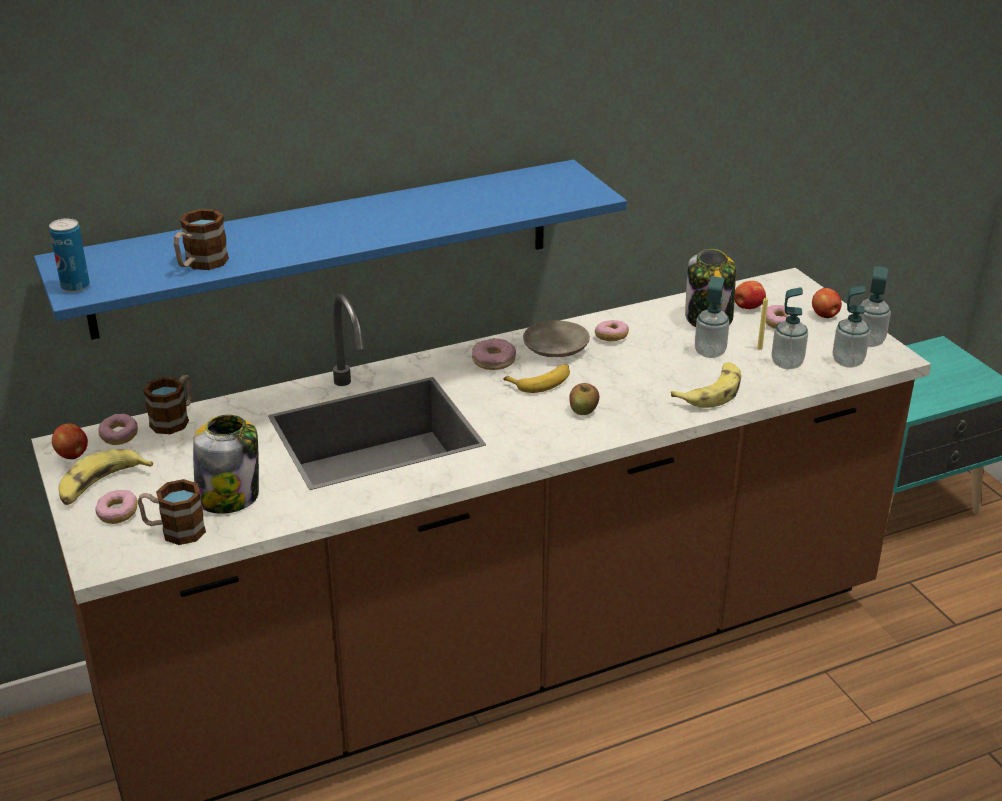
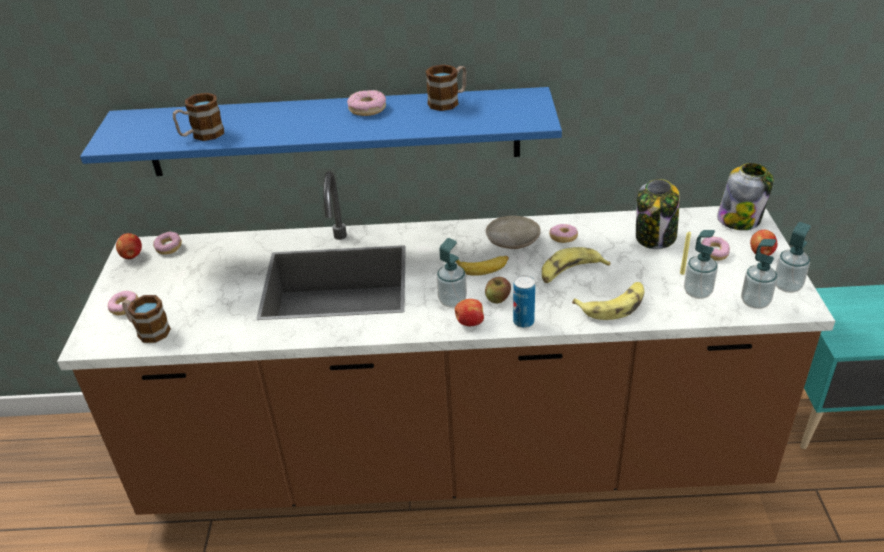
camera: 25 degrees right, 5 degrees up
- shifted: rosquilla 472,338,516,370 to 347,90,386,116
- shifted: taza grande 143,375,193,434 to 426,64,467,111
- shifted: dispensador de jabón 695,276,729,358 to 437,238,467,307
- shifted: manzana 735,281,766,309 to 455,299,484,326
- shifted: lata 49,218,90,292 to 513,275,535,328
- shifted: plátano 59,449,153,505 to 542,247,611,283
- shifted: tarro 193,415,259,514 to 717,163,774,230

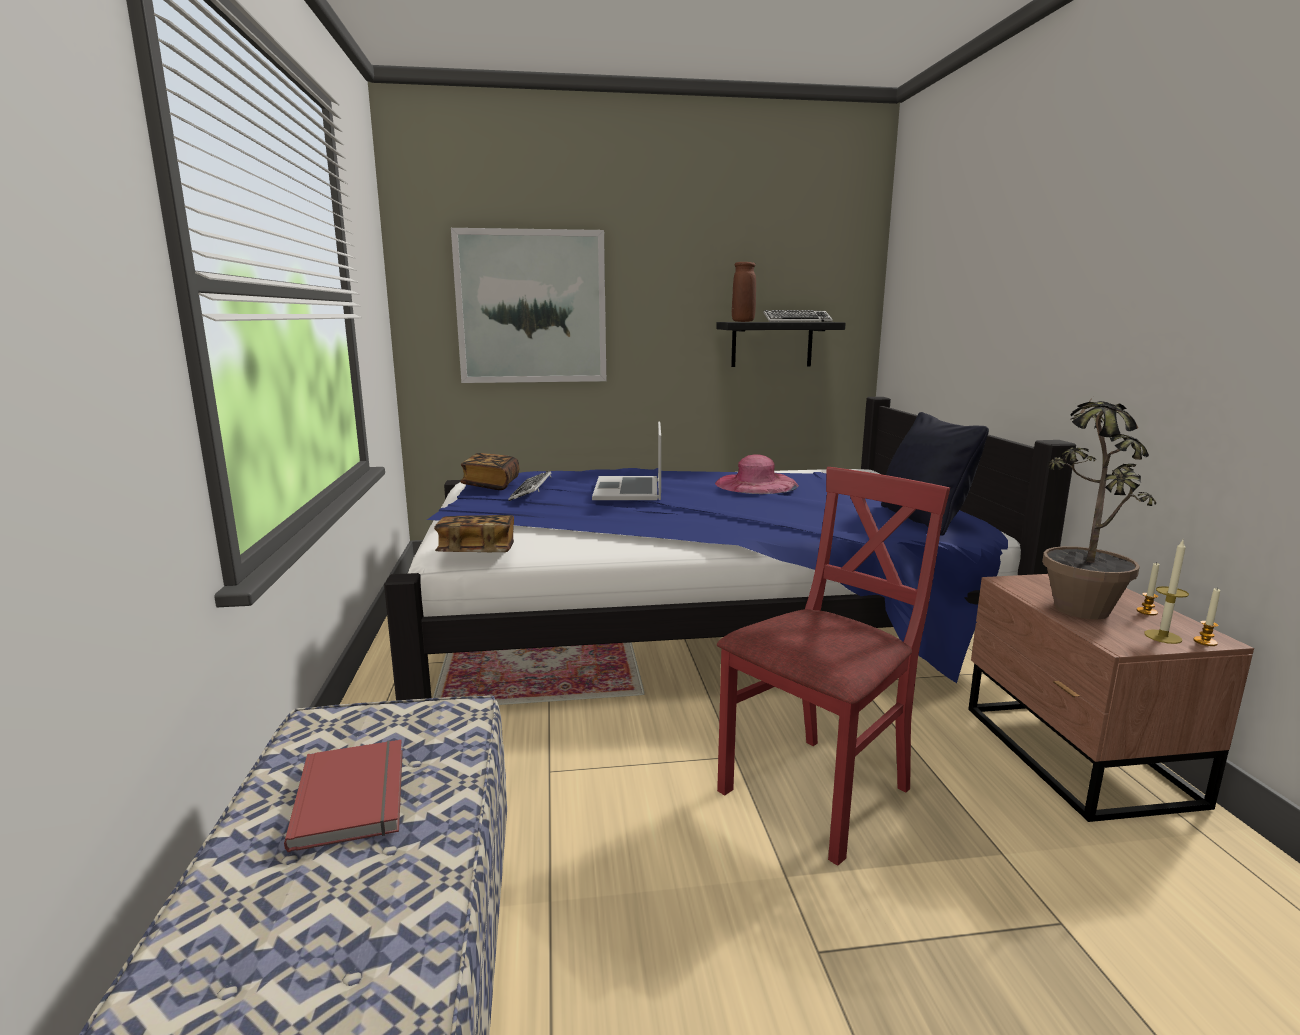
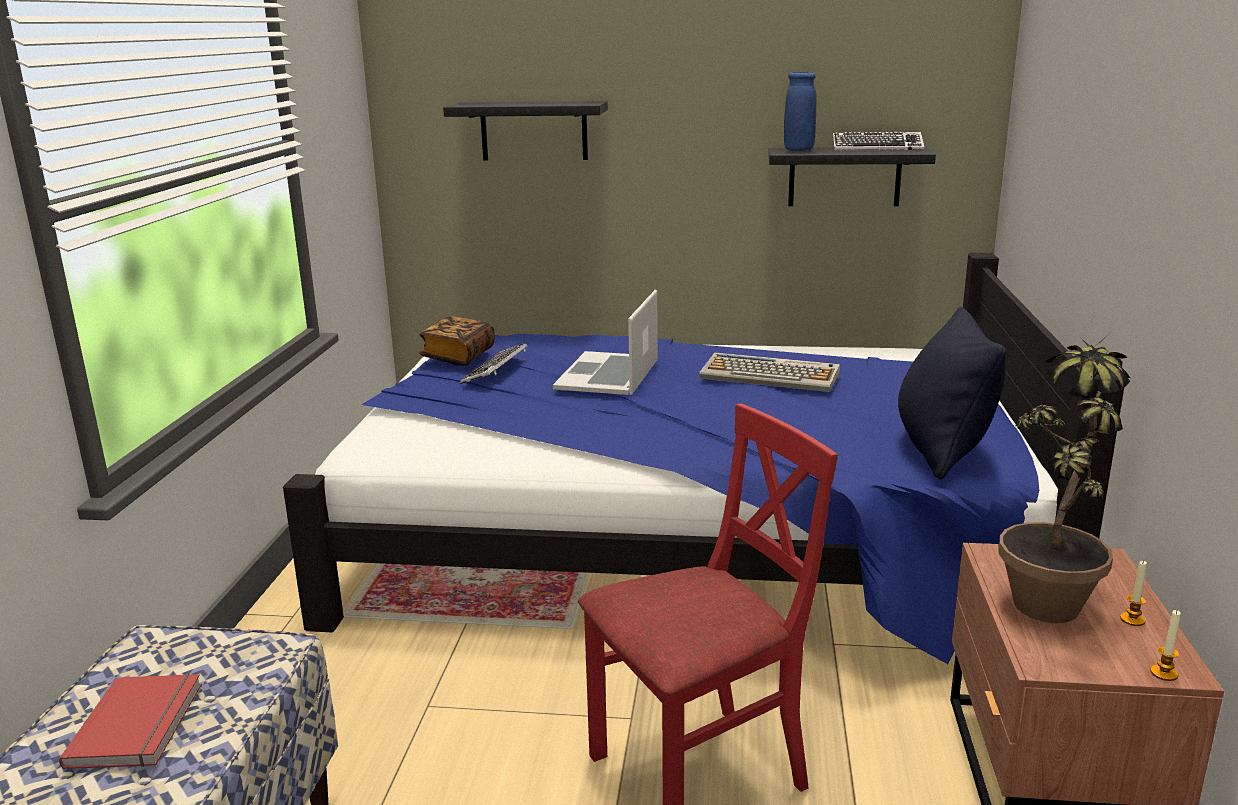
camera: 15 degrees right, 5 degrees up
- swapped: cuadro 451,228,606,383 to estante/negro 443,101,608,160
- swapped: sombrero/rosa 715,454,799,494 to teclado 699,352,840,392
- repainted: florero/marrón 732,262,756,322 to florero/azul 784,72,816,151
- gone: libro 434,515,514,552
- gone: vela 1144,540,1189,644

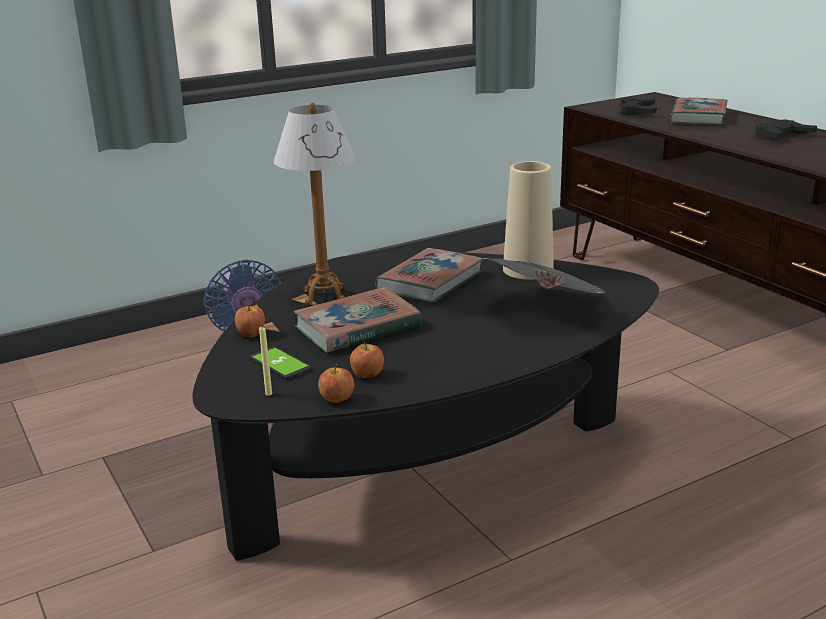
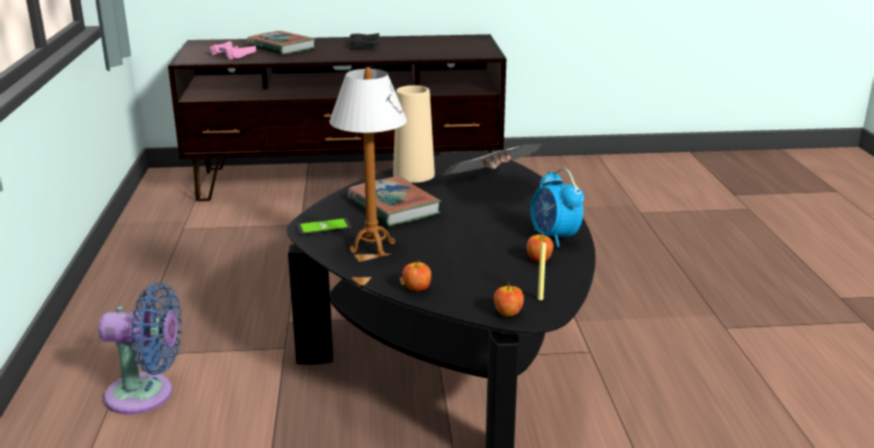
camera: 65 degrees left, 0 degrees up
- repainted: mando de consola/negro 620,97,657,115 to mando de consola/rosa 210,41,256,59
- shifted: móvil 249,346,312,380 to 297,218,352,235
- shifted: manzana 318,364,354,403 to 494,282,524,316
- new: despertador 531,168,584,247
- gone: libro 294,287,422,353

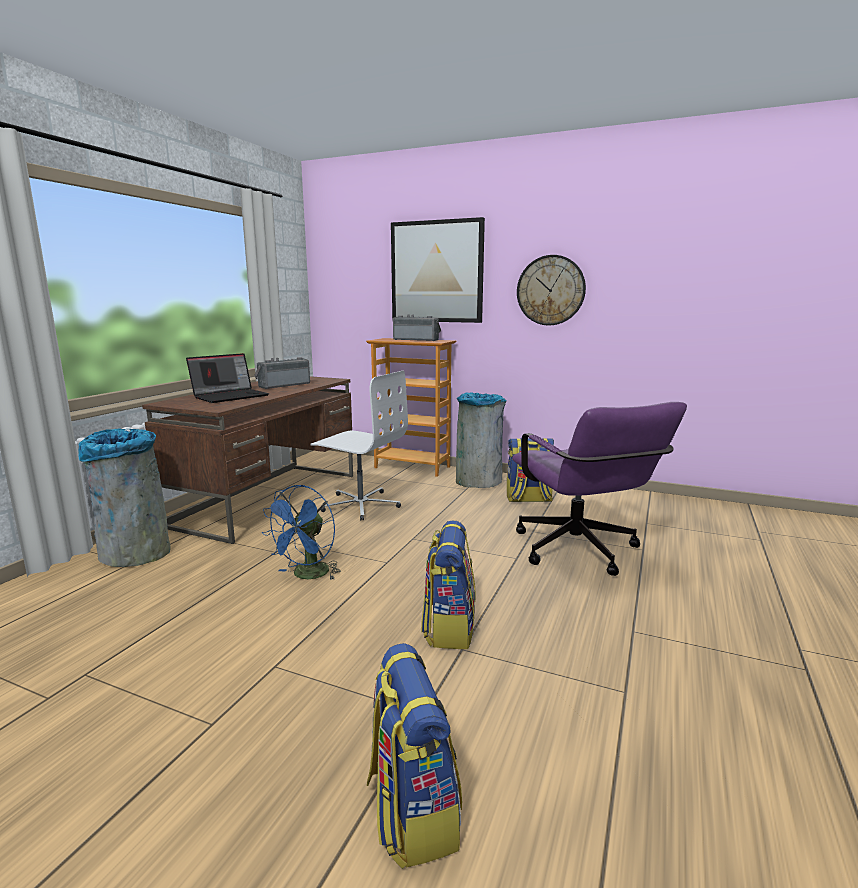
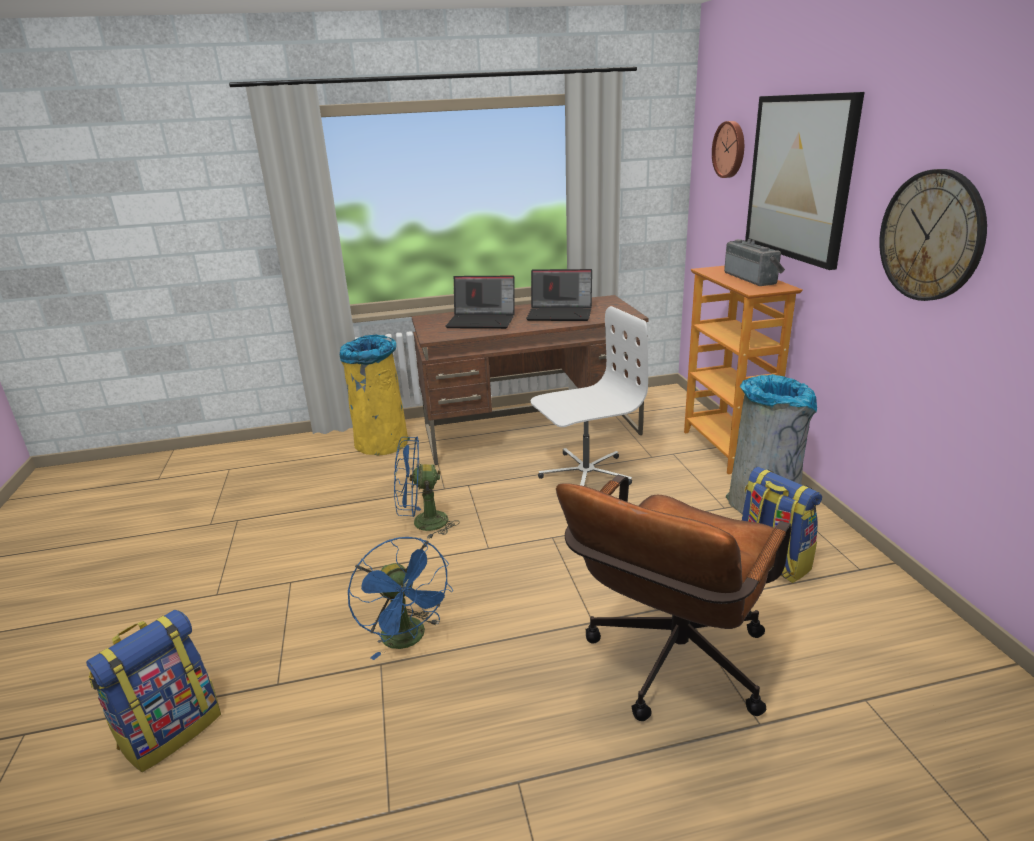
camera: 55 degrees right, 10 degrees up
- repainted: papelera/gris 79,428,171,567 to papelera/amarillo 340,334,410,455
- swapped: mochila 421,521,476,649 to ventilador/azul 348,537,453,660
- swapped: radio 254,357,310,389 to portátil 526,269,592,321
- rotated: silla de oficina/blanco 311,370,408,520 = 531,306,648,486 105 degrees counterclockwise
- repainted: silla de oficina/morado 512,402,687,576 to silla de oficina/marrón 556,475,792,721
- new: reloj de pared 712,121,744,178

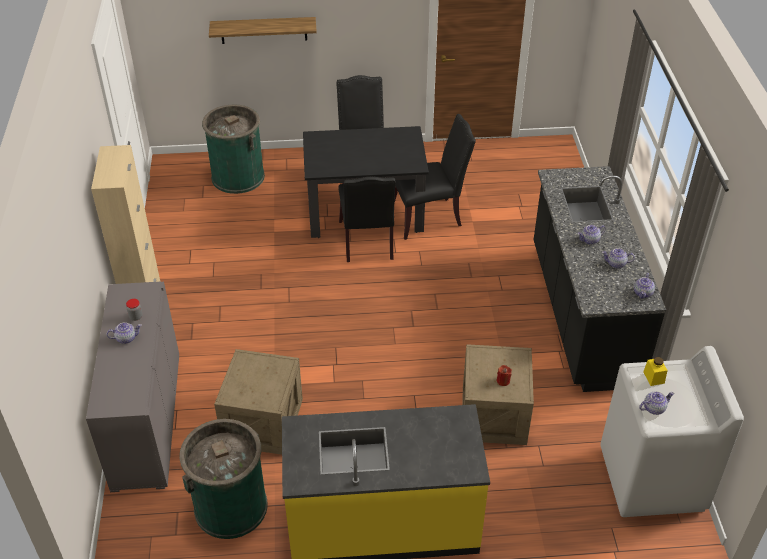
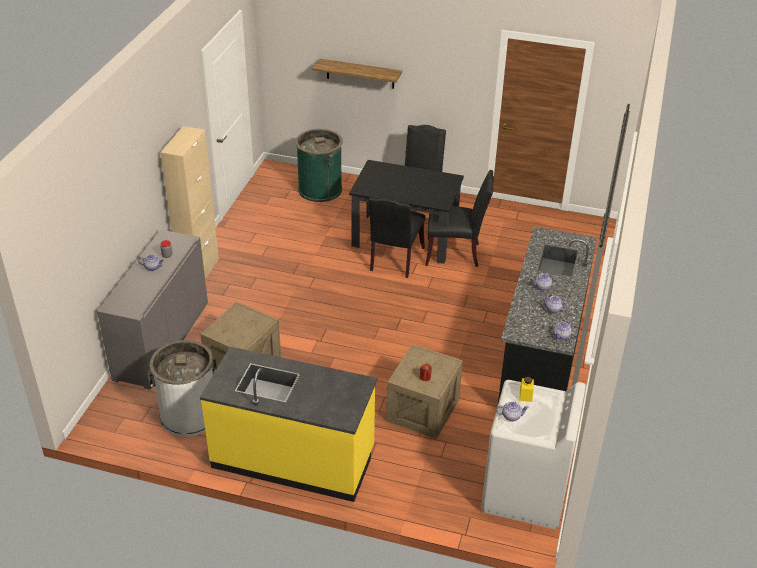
camera: 20 degrees right, 5 degrees down
- repainted: papelera/verde 179,419,268,539 to papelera/blanco 148,340,217,437

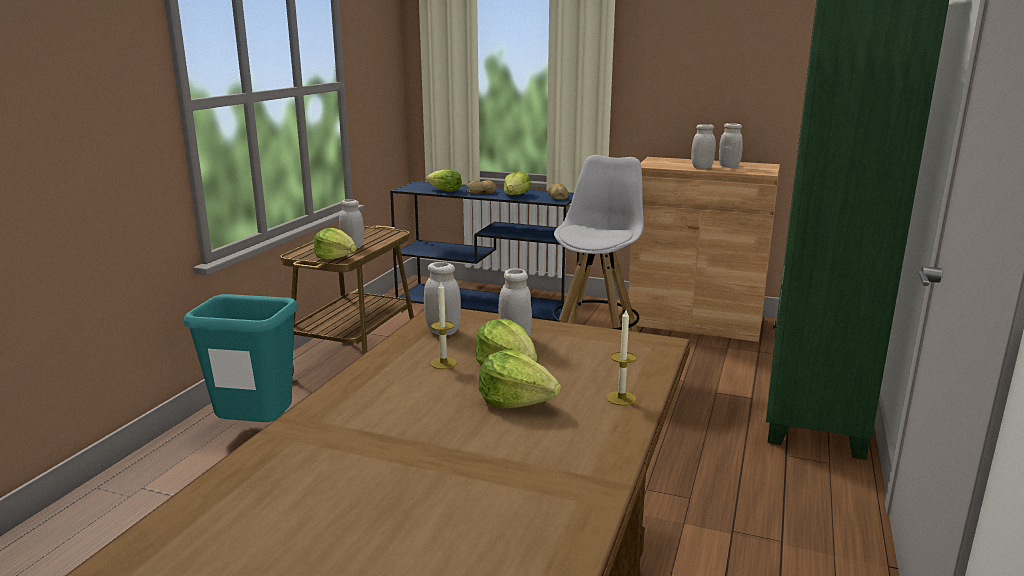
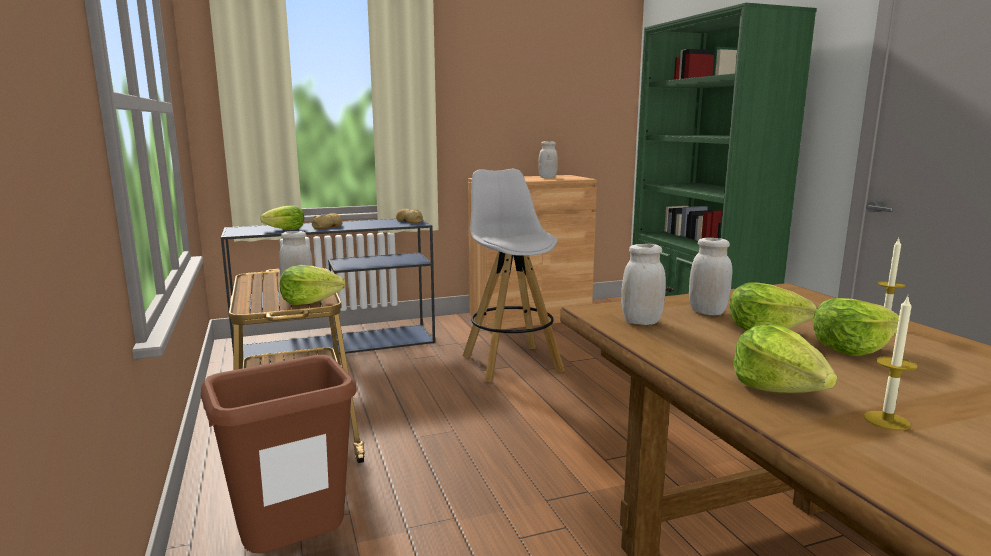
camera: 40 degrees left, 5 degrees down
- repainted: papelera/turquesa 184,294,298,422 to papelera/marrón 201,355,357,554
- shifted: lechuga 504,172,531,195 to 733,325,837,393
- shifted: vela 430,282,457,369 to 864,296,917,431
- gone: tarro/blanco 691,124,716,169

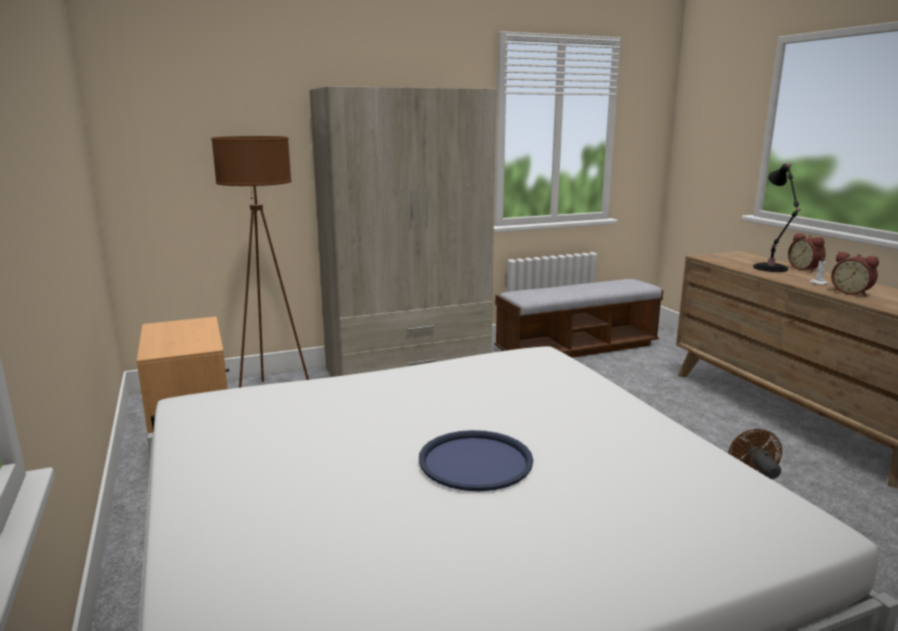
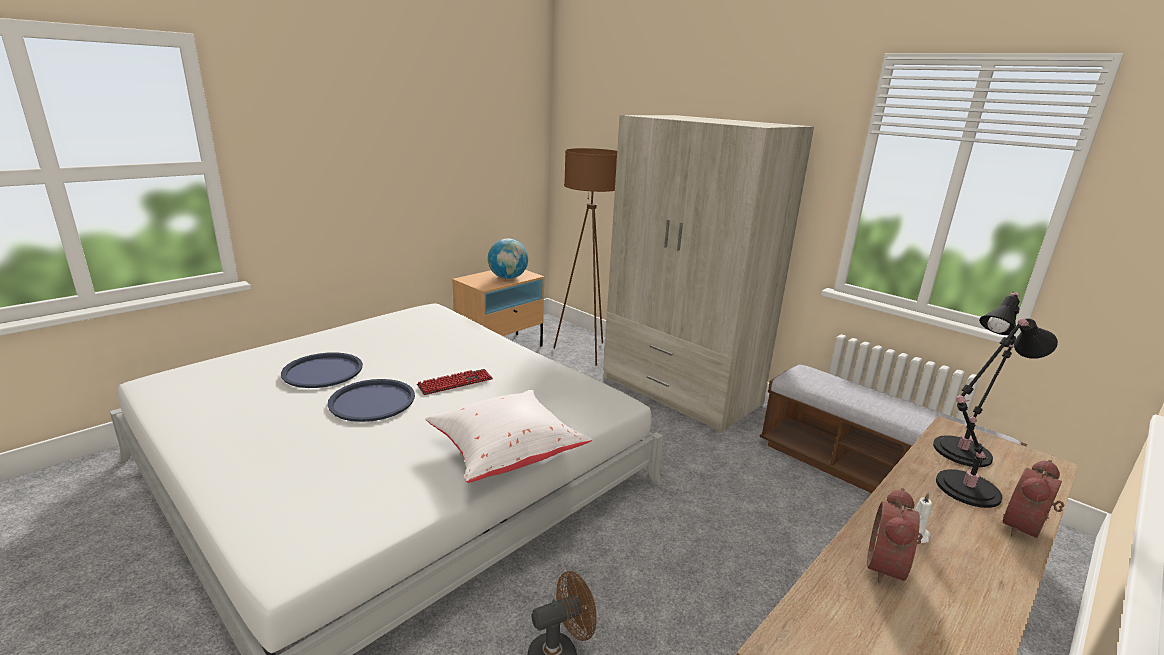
camera: 65 degrees right, 5 degrees up
- new: bandeja/azul 281,352,363,388
- new: teclado 417,369,493,395
- new: cojín/blanco 425,390,592,483
- new: globo terráqueo 488,238,528,279
- new: lámpara de mesa/negro 933,291,1020,467

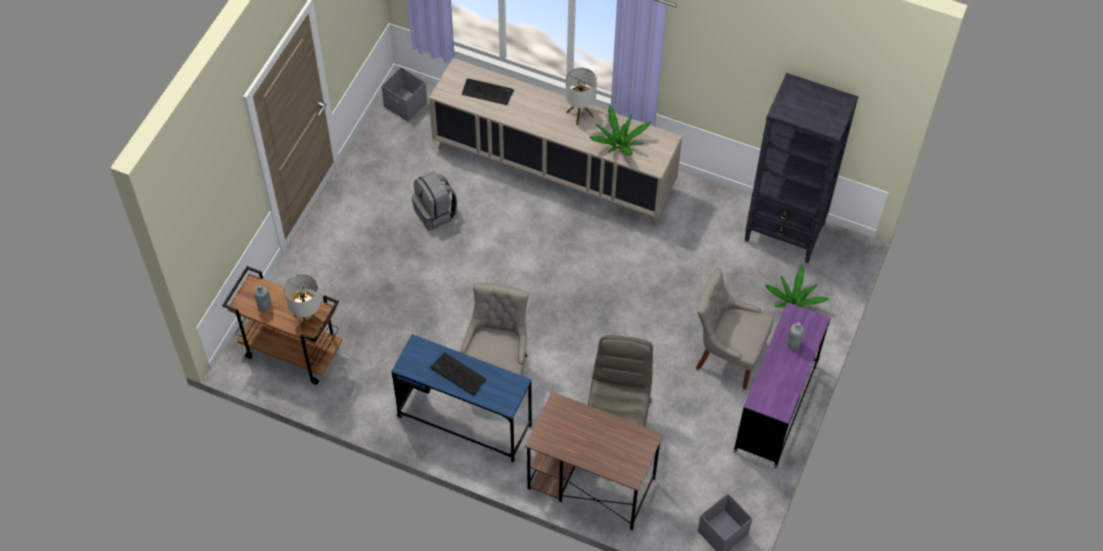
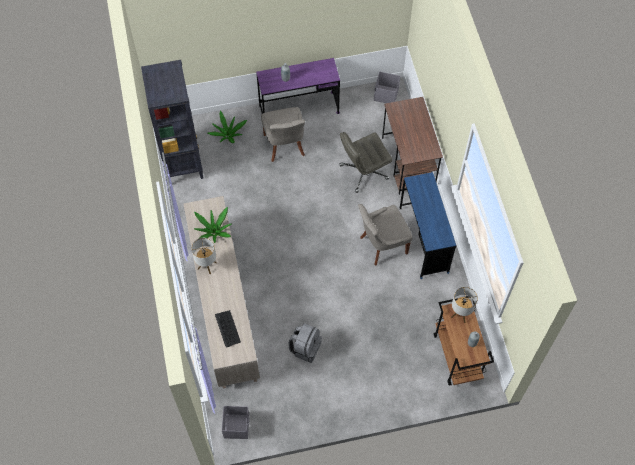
camera: 125 degrees left, 5 degrees up
- gone: teclado 430,352,487,396

